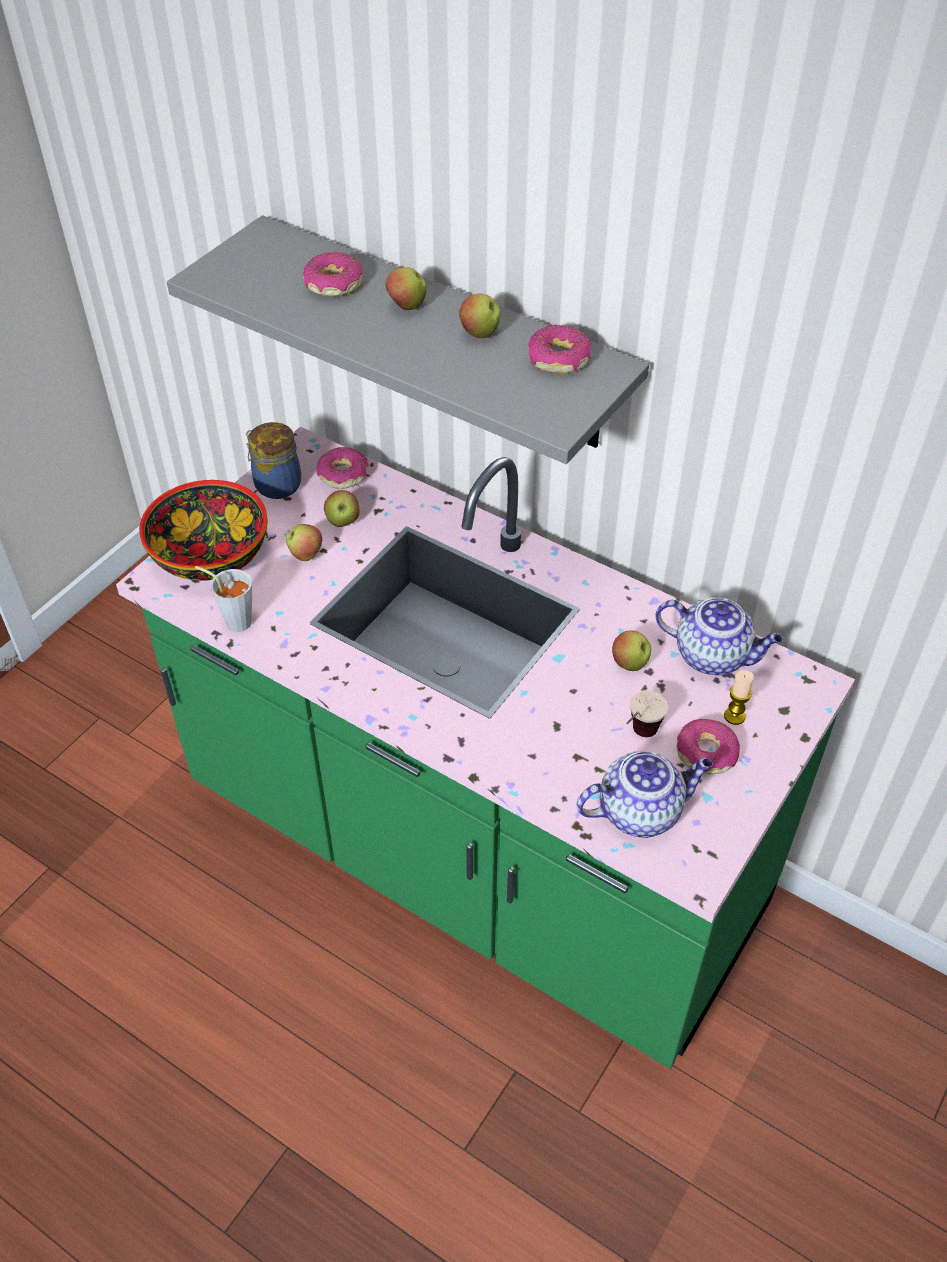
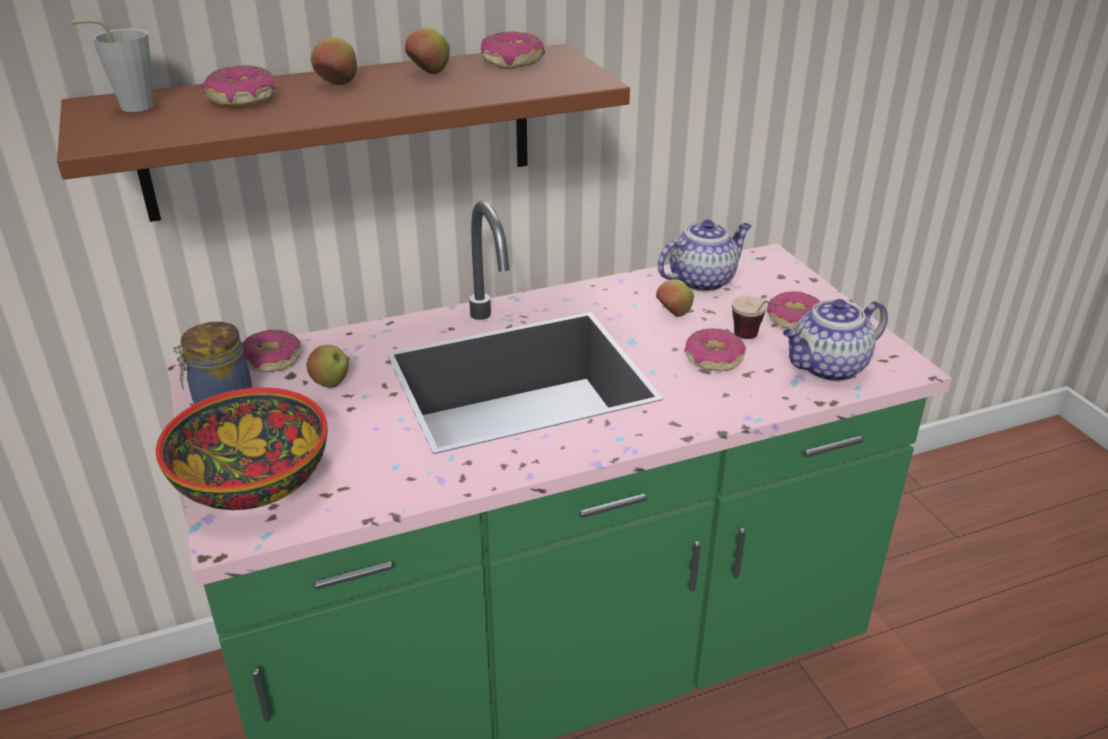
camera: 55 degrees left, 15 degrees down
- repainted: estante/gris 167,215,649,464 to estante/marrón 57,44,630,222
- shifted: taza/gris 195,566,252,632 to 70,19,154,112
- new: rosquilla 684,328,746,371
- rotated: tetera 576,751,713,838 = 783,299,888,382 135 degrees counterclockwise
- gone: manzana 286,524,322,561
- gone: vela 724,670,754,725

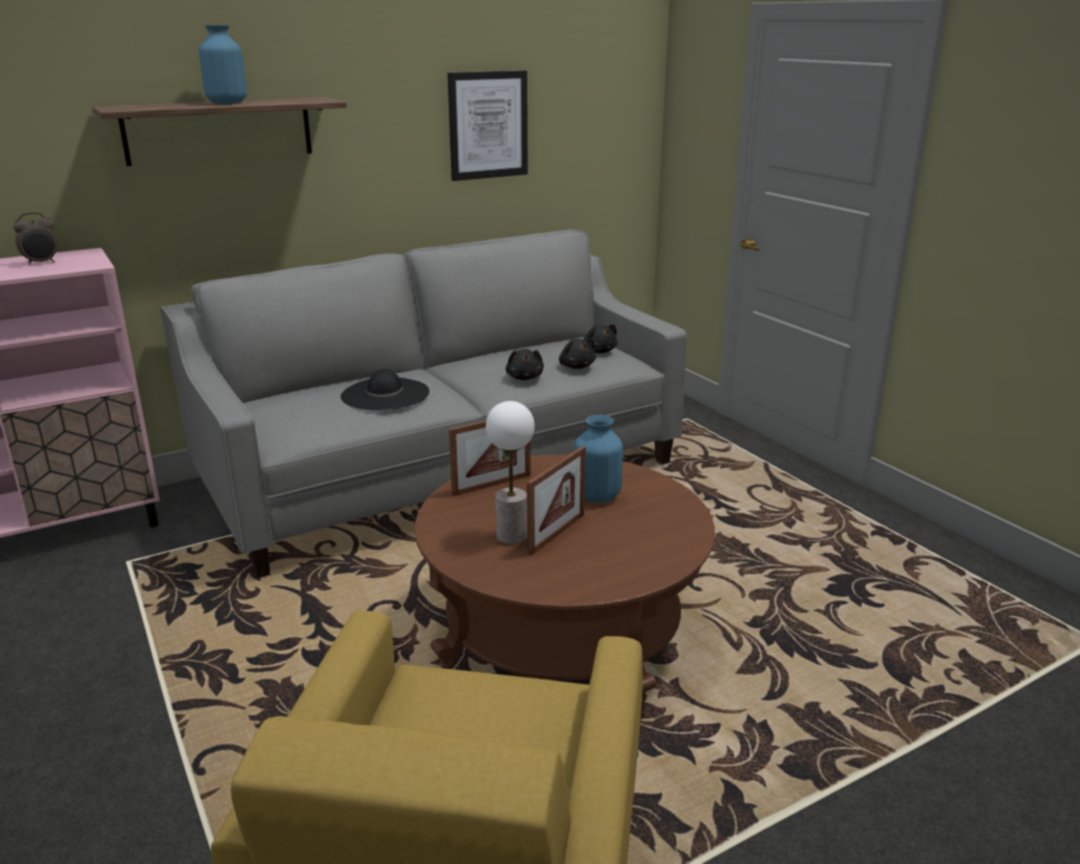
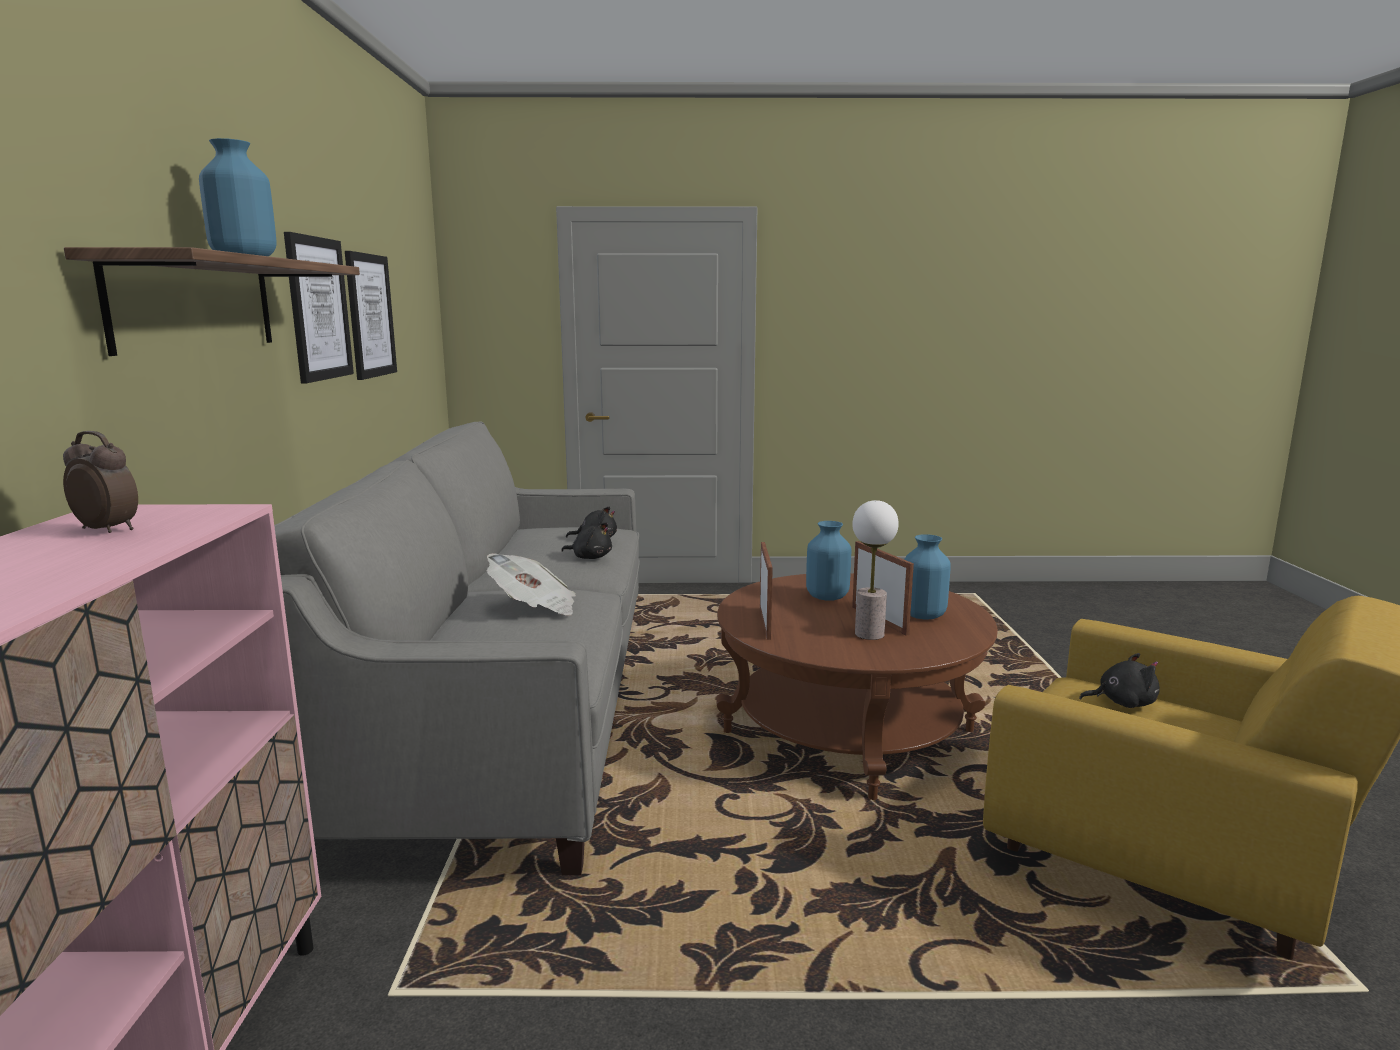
camera: 60 degrees left, 10 degrees down
- rotated: despertador 13,212,58,265 = 63,431,138,533 60 degrees counterclockwise
- new: cuadro 284,232,354,383
- swapped: sombrero/negro 341,369,429,410 to periódico 487,553,576,615
- new: florero/azul 904,534,951,620
- shifted: peluche/negro 583,324,618,353 to 1079,653,1160,708

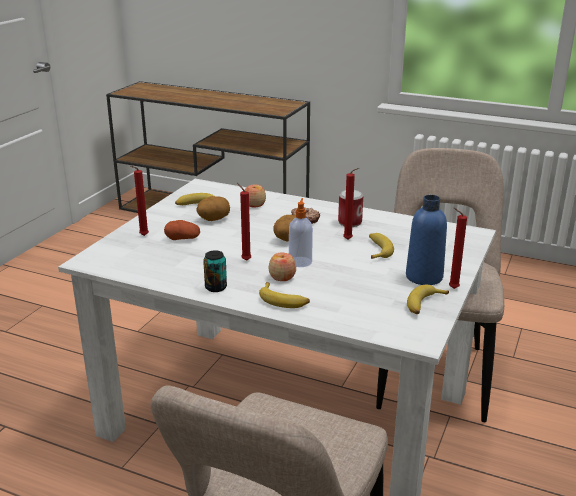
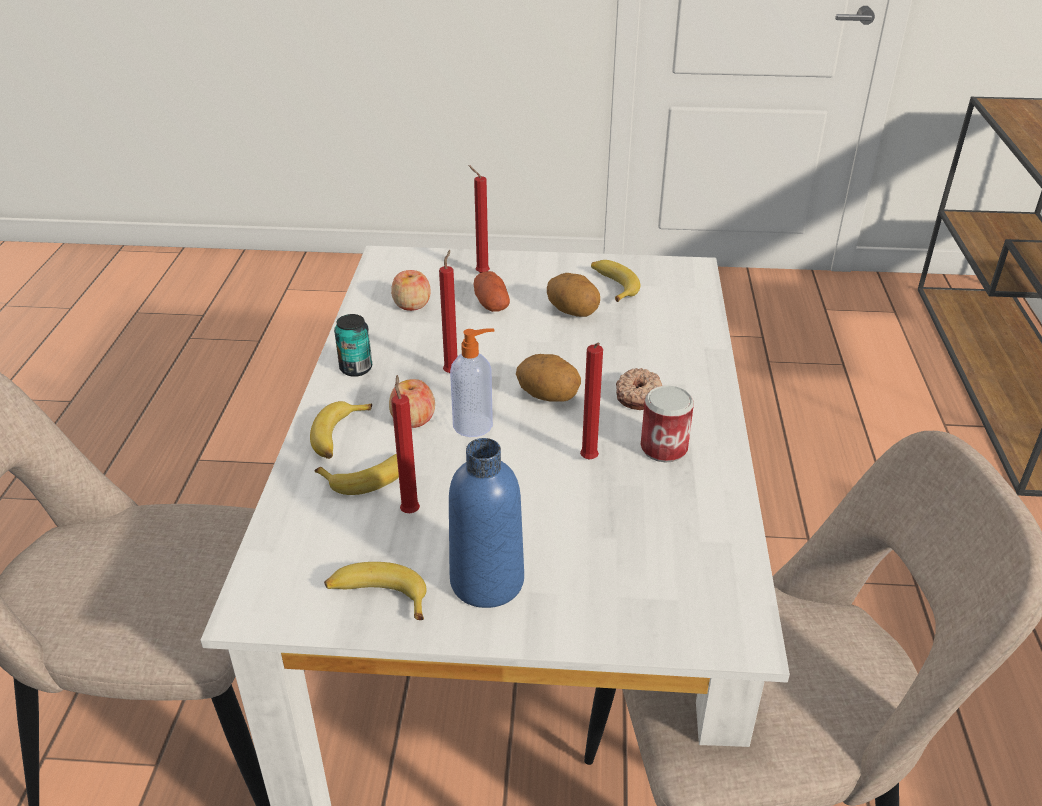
camera: 70 degrees right, 10 degrees up
- shifted: plátano 369,233,394,259 to 315,454,399,495
- shifted: manzana 245,185,266,208 to 391,270,431,311
- shifted: vela/rojo 449,208,467,289 to 391,375,420,513

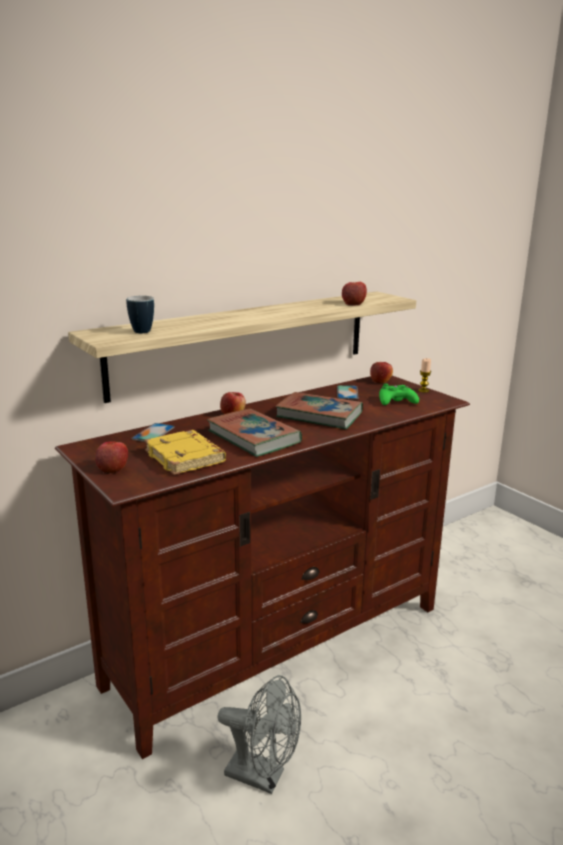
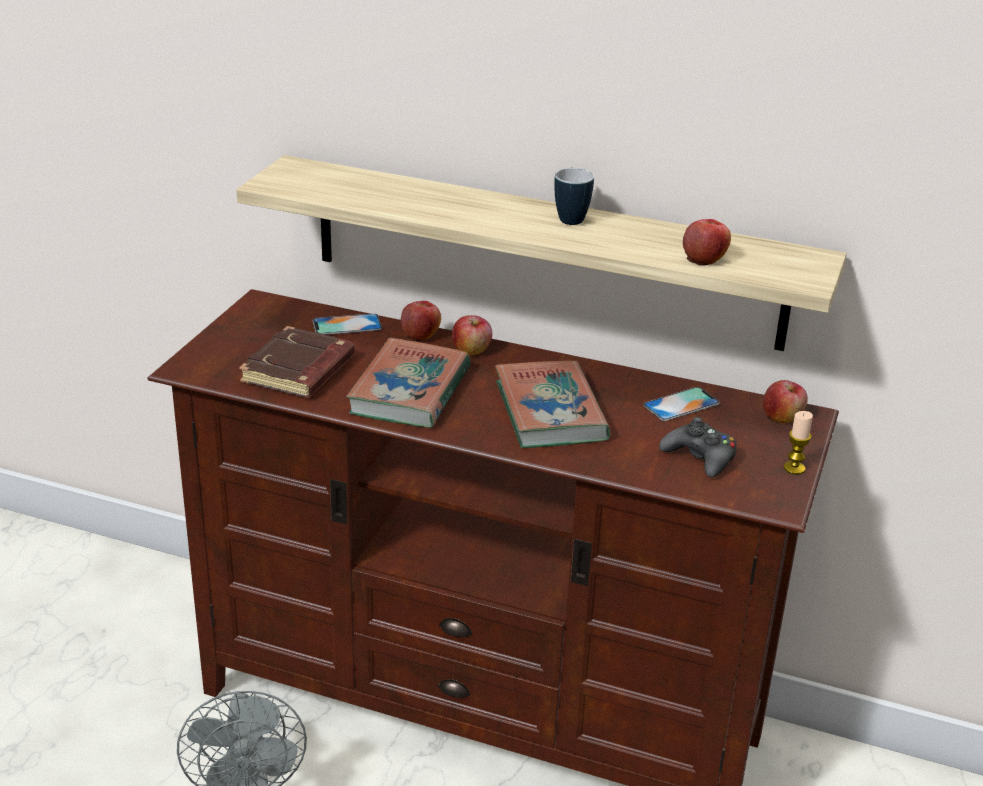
camera: 55 degrees right, 10 degrees up
- repainted: libro/amarillo 144,430,226,475 to libro/marrón 239,326,355,397
- shifted: manzana 95,442,128,474 to 401,301,441,342
- shifted: taza grande 126,296,154,333 to 554,168,594,225
- repainted: mando de consola/verde 379,383,419,405 to mando de consola/negro 659,417,737,478

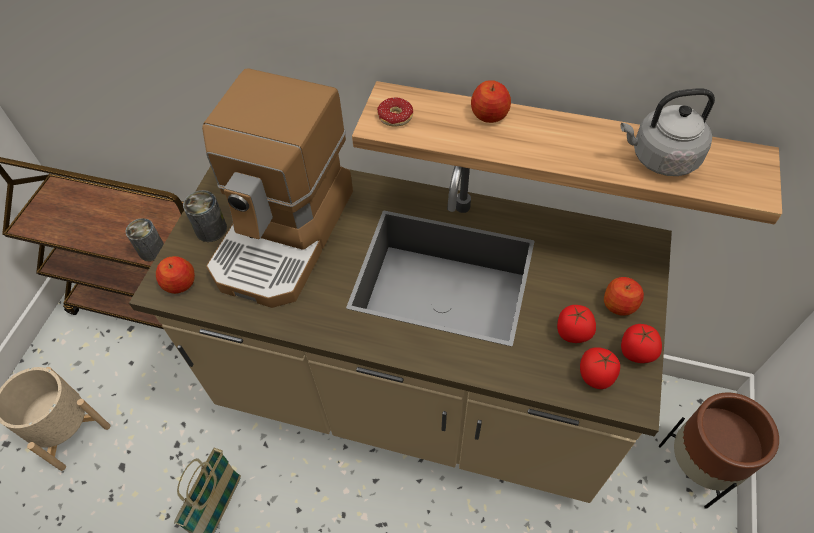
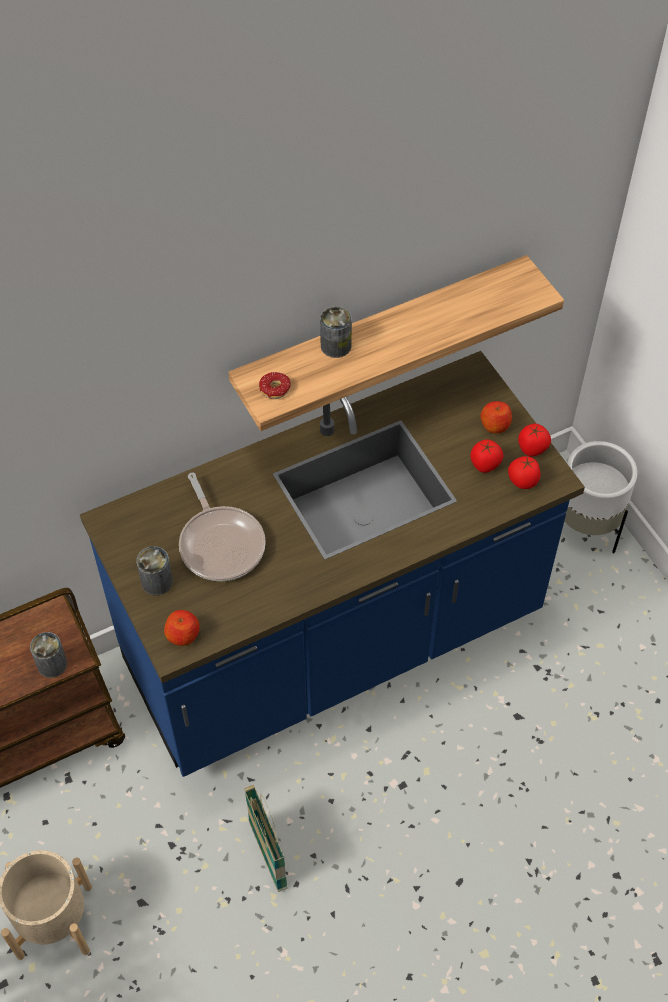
camera: 45 degrees left, 0 degrees up
- repainted: mueble bajo de cocina/beis 129,166,672,503 to mueble bajo de cocina/azul 80,351,585,777
- swapped: cafetera 202,68,353,308 to sartén 179,473,266,581
- swapped: manzana 471,80,511,123 to lata 320,306,352,358
- repainted: maceta/marrón 659,392,779,509 to maceta/blanco 564,441,637,553
- gone: hervidor/gris 621,88,715,176

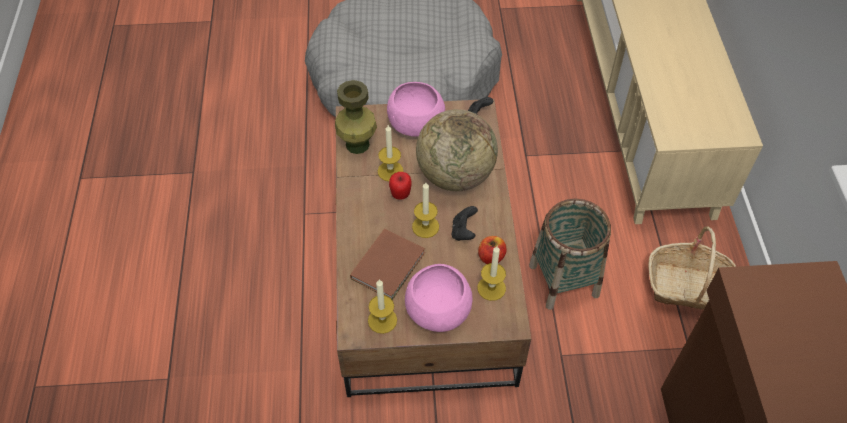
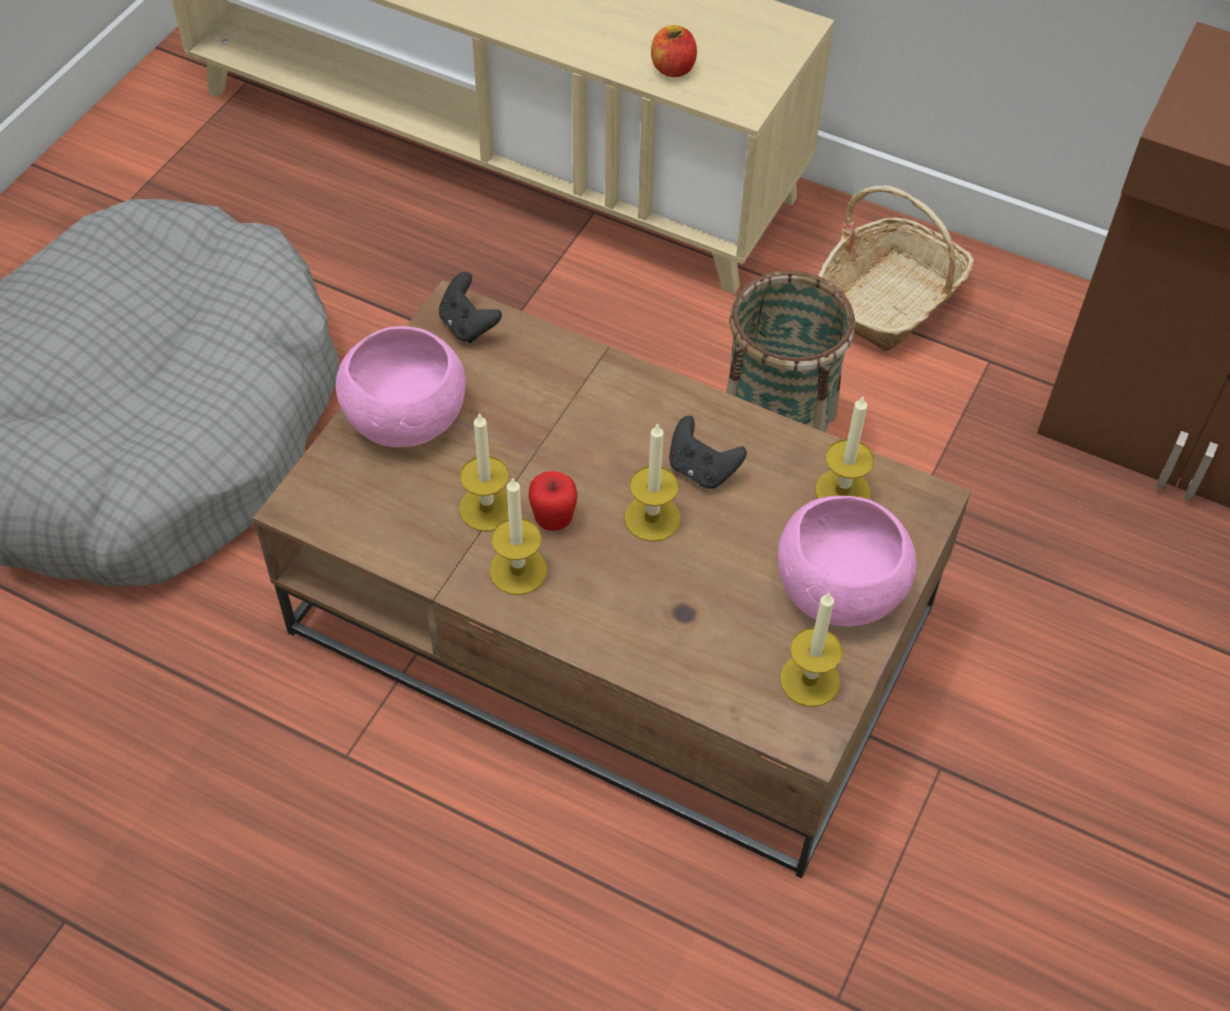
camera: 60 degrees left, 0 degrees up
- new: vela 489,477,547,595
- shifted: manzana 478,236,507,264 to 651,25,697,77
- gone: florero/verde 335,80,377,154
- gone: libro/marrón 350,229,425,300
- gone: globo terráqueo 416,109,498,191

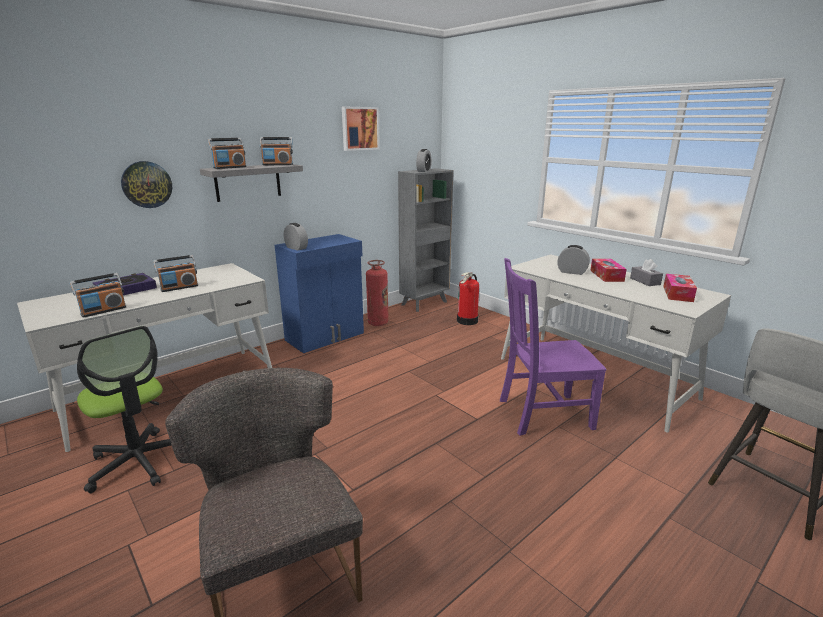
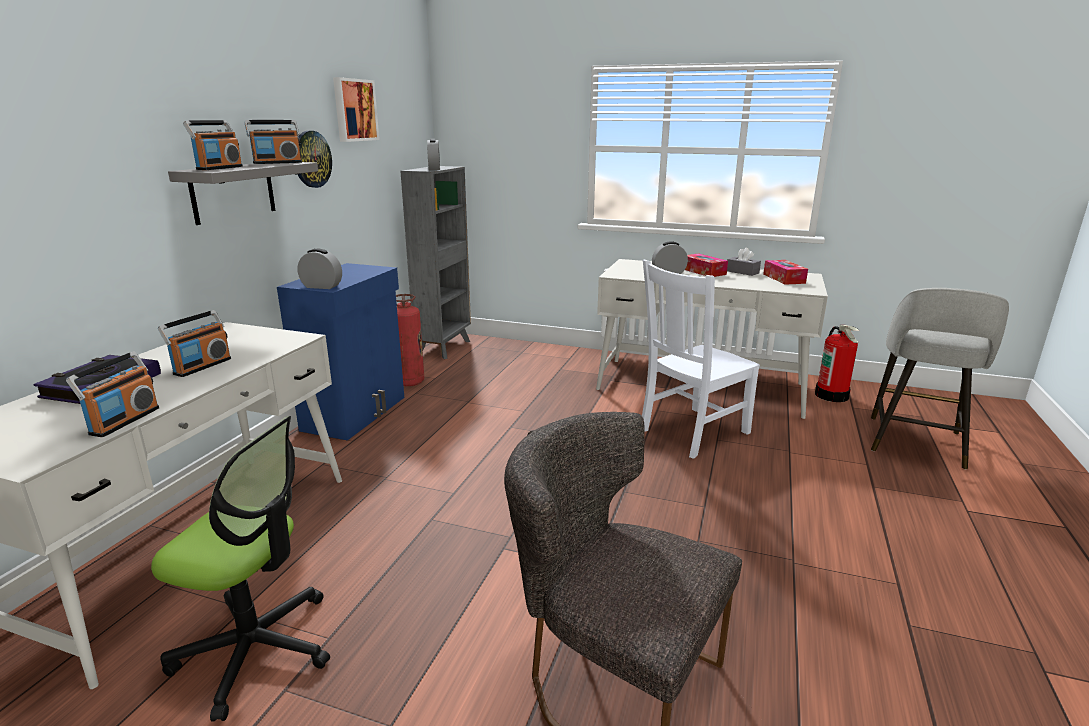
camera: 30 degrees left, 0 degrees up
- shifted: reloj de pared 121,161,172,208 to 297,131,332,188
- repainted: silla/morado 500,258,606,436 to silla/blanco 642,259,760,459
- shifted: extintor 457,272,479,325 to 815,325,860,402

